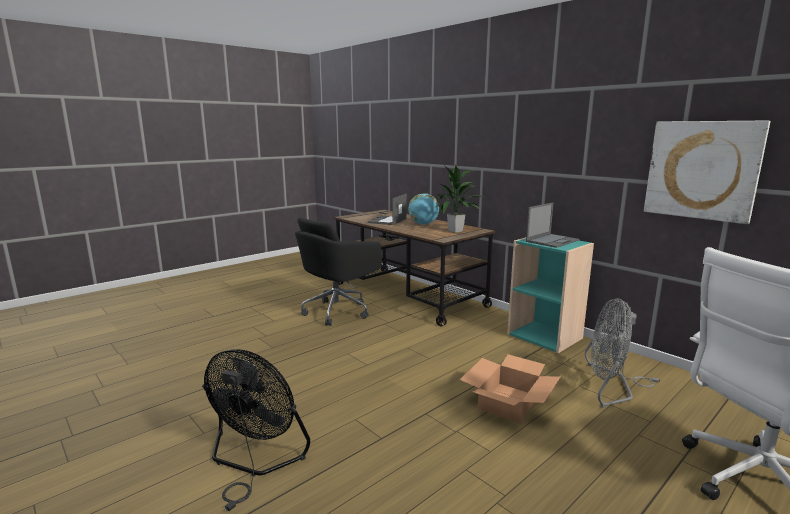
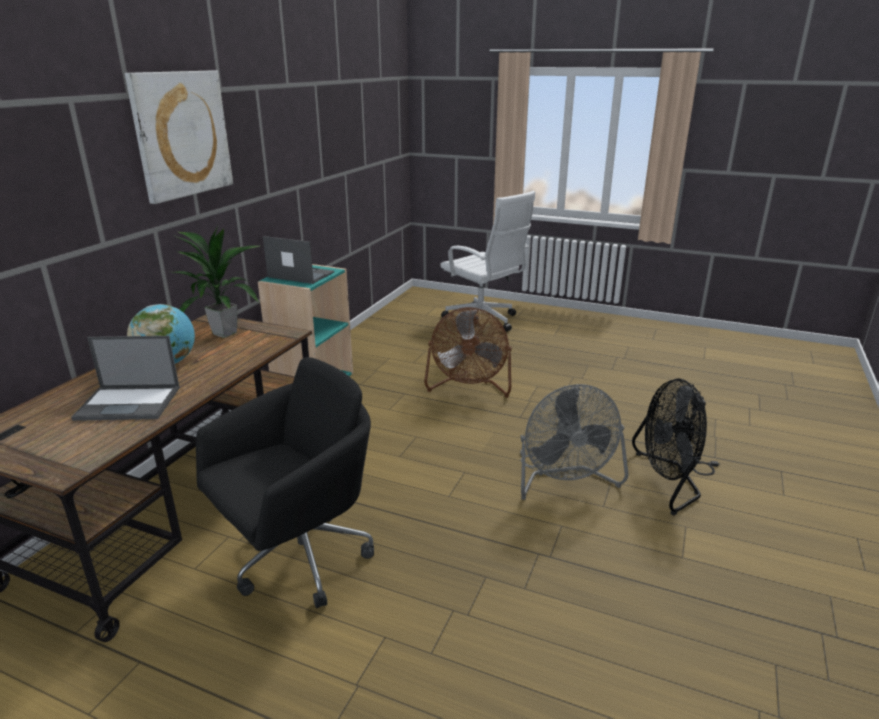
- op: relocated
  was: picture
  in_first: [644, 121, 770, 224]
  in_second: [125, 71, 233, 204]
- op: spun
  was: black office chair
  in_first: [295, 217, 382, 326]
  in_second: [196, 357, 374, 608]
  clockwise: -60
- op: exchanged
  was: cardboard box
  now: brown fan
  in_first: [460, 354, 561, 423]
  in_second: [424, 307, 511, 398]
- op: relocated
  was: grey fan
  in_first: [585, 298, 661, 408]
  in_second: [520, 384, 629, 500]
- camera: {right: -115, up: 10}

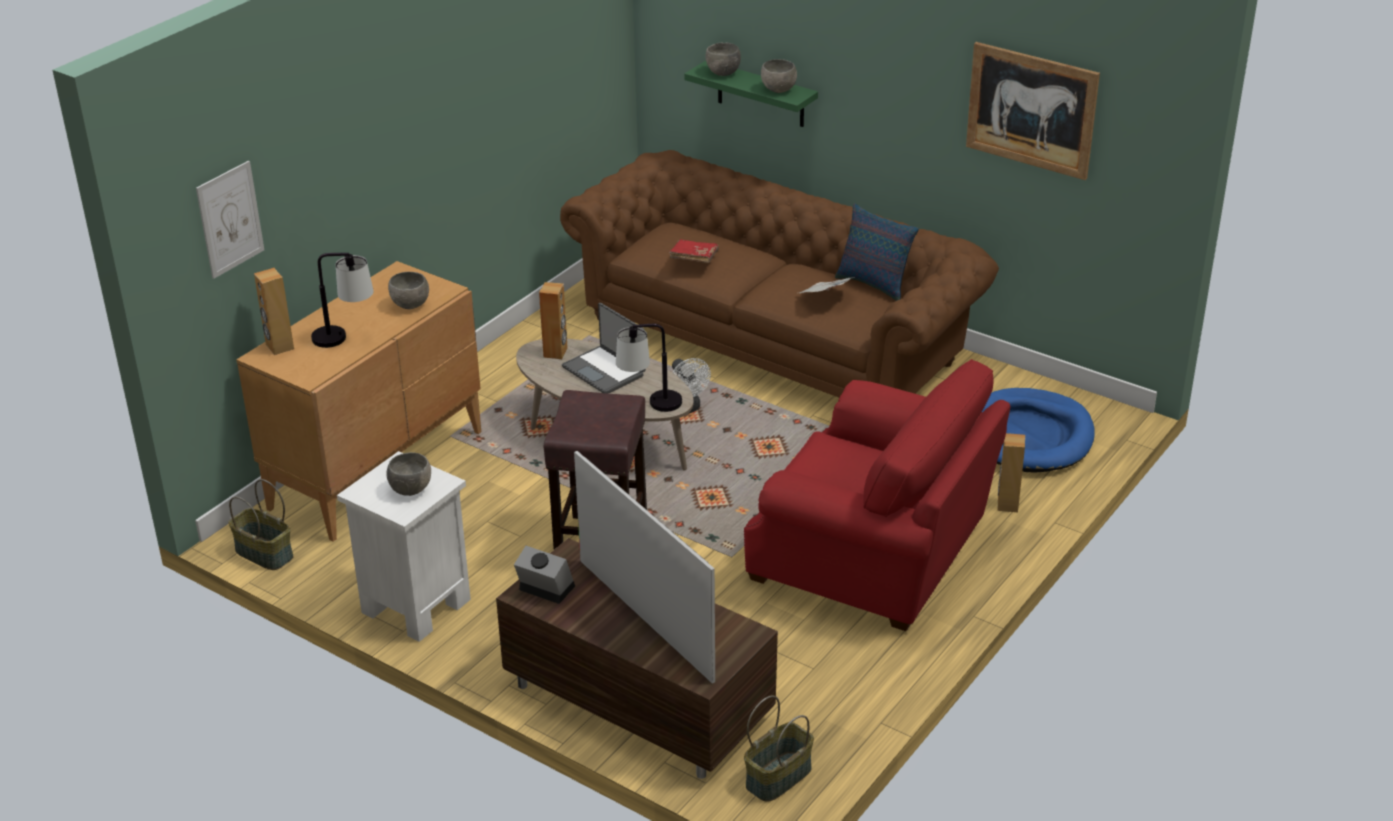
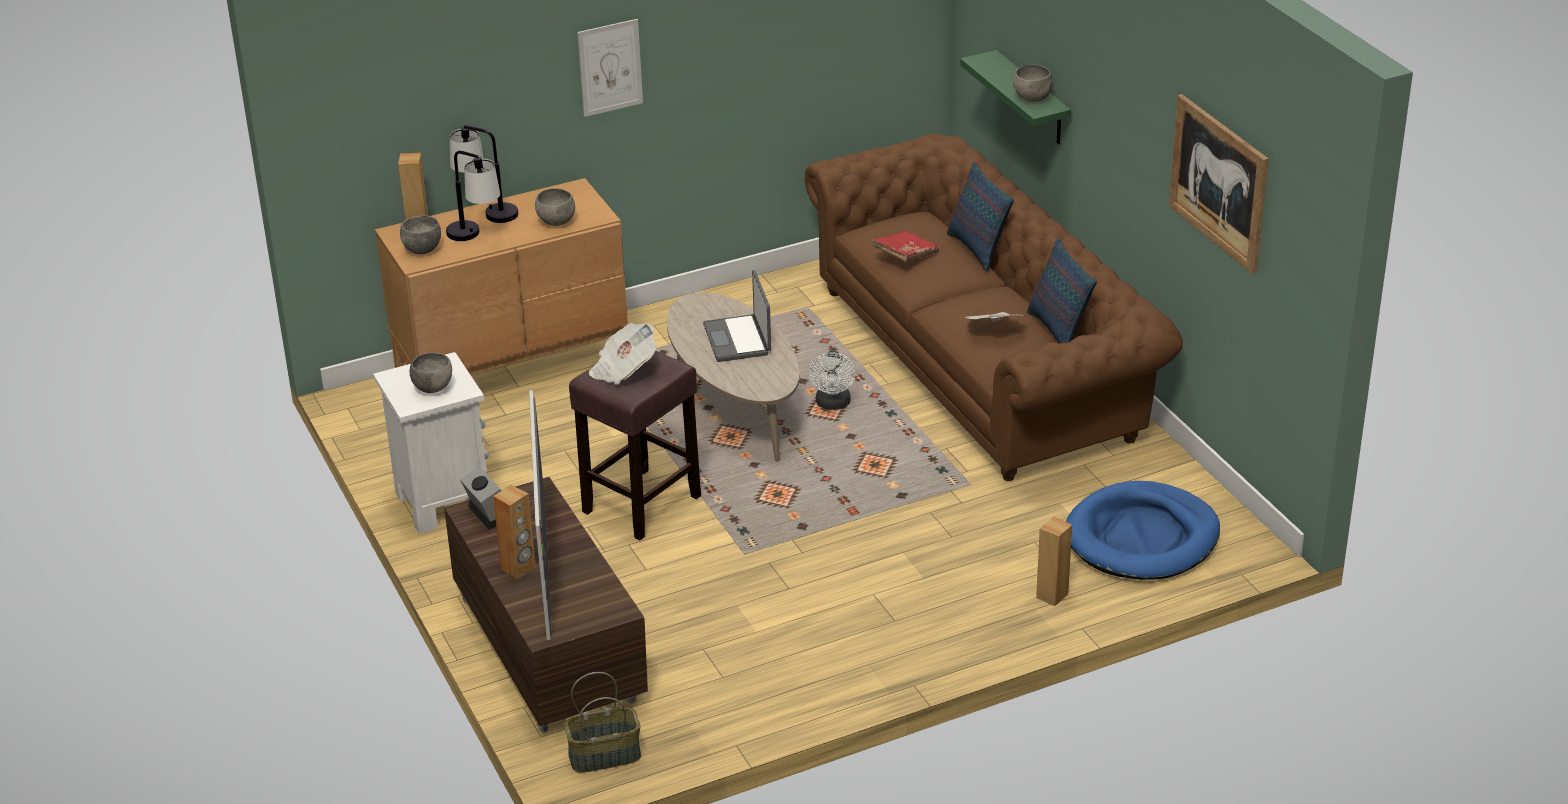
- op: relocated
  was: grey bowl
  in_first: [706, 43, 741, 76]
  in_second: [400, 215, 441, 254]
- op: relocated
  was: table lamp
  in_first: [616, 324, 682, 412]
  in_second: [450, 125, 518, 223]
- op: relocated
  was: brown speaker
  in_first: [539, 282, 568, 359]
  in_second: [493, 485, 536, 579]
- op: relocated
  was: picture
  in_first: [196, 161, 264, 279]
  in_second: [578, 19, 643, 117]
- op: appeared
  now: newspaper
  in_second: [589, 323, 657, 385]
- op: appeared
  now: blue pillow
  in_second: [947, 162, 1014, 272]
- op: missing
  was: basket
  in_first: [229, 479, 293, 570]
- op: missing
  was: red armchair
  in_first: [744, 359, 1011, 631]
- camera: {right: 30, up: 0}

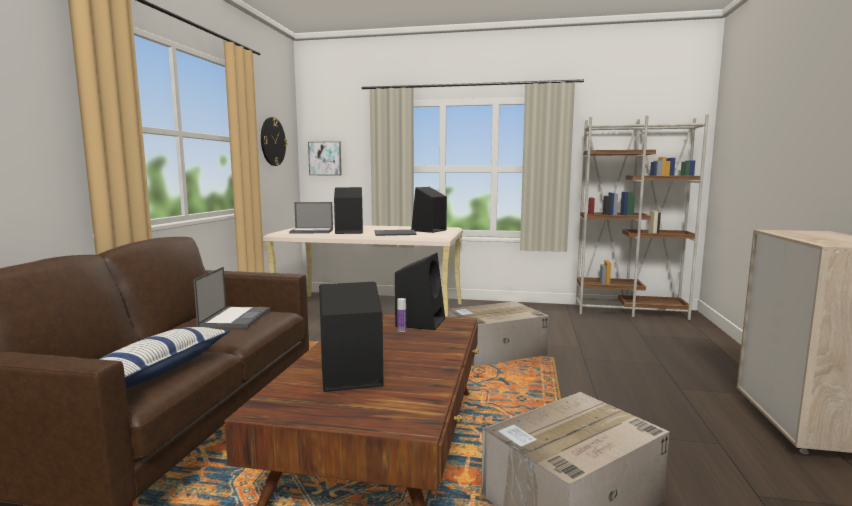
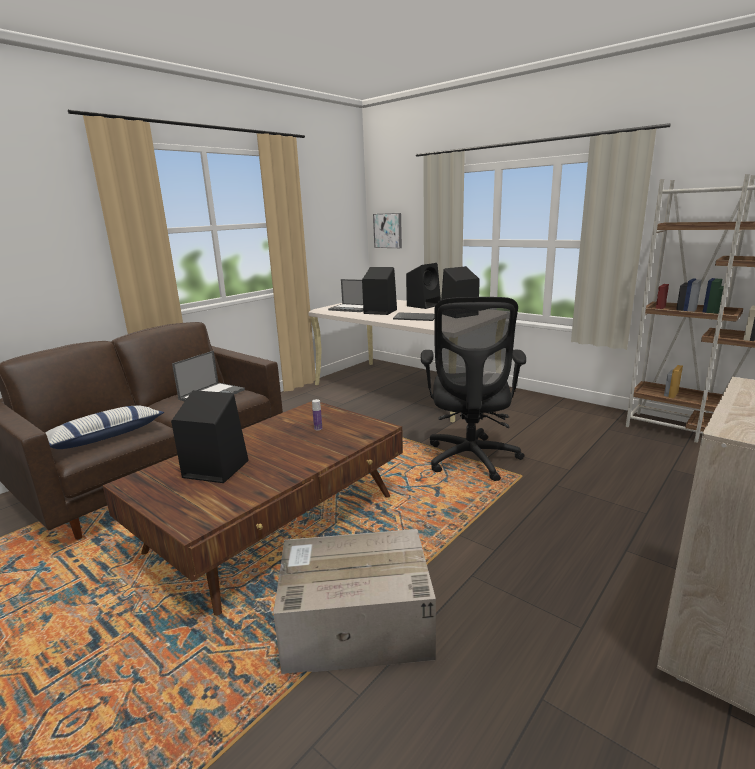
- op: relocated
  was: black speaker
  in_first: [395, 253, 445, 330]
  in_second: [406, 263, 441, 309]
- op: exchanged
  was: cardboard box
  now: black office chair
  in_first: [448, 301, 549, 366]
  in_second: [421, 297, 526, 481]
- op: missing
  was: wall clock
  in_first: [261, 117, 287, 166]
- camera: {right: 30, up: 10}

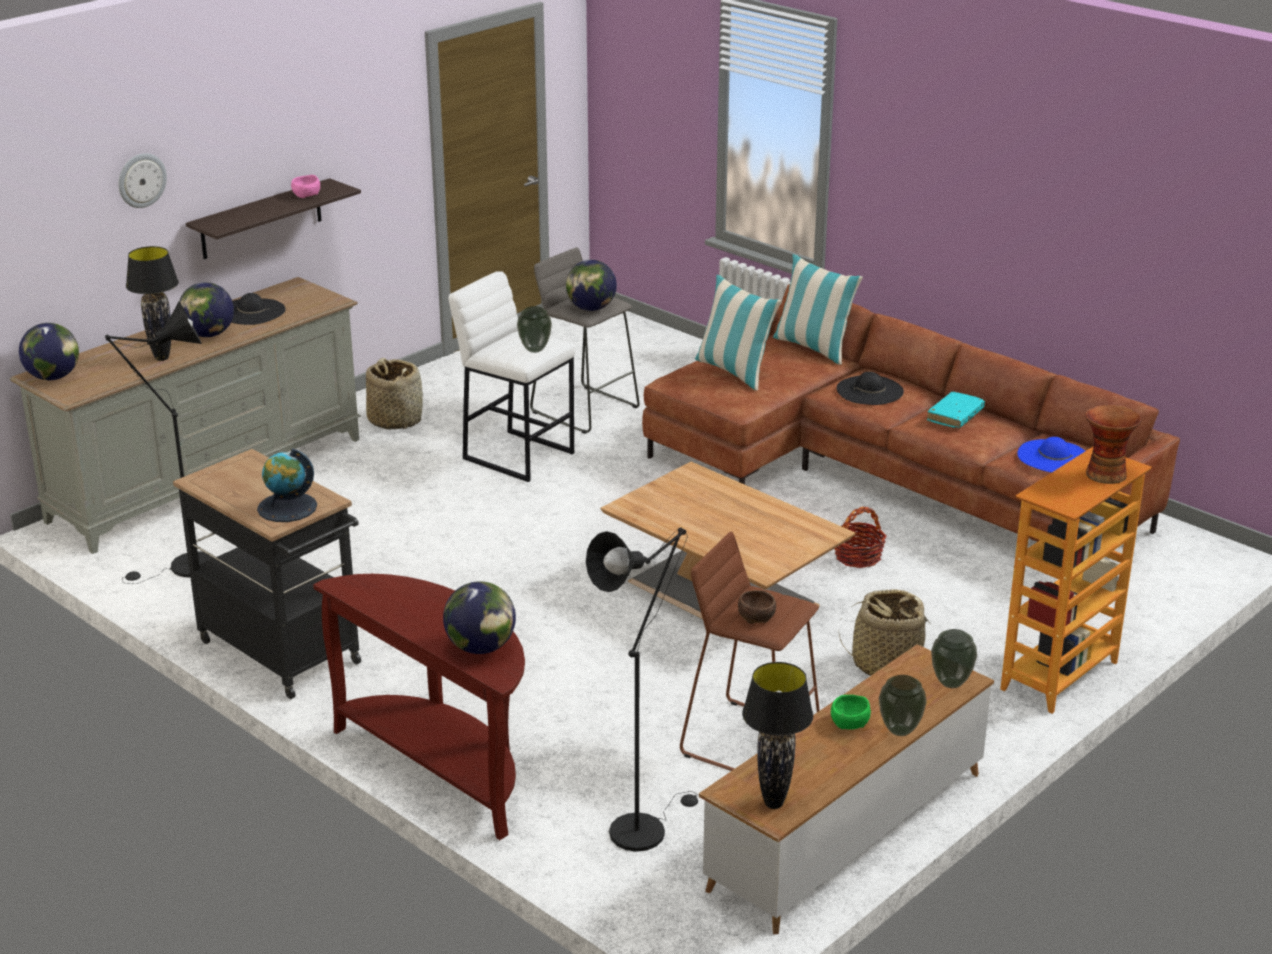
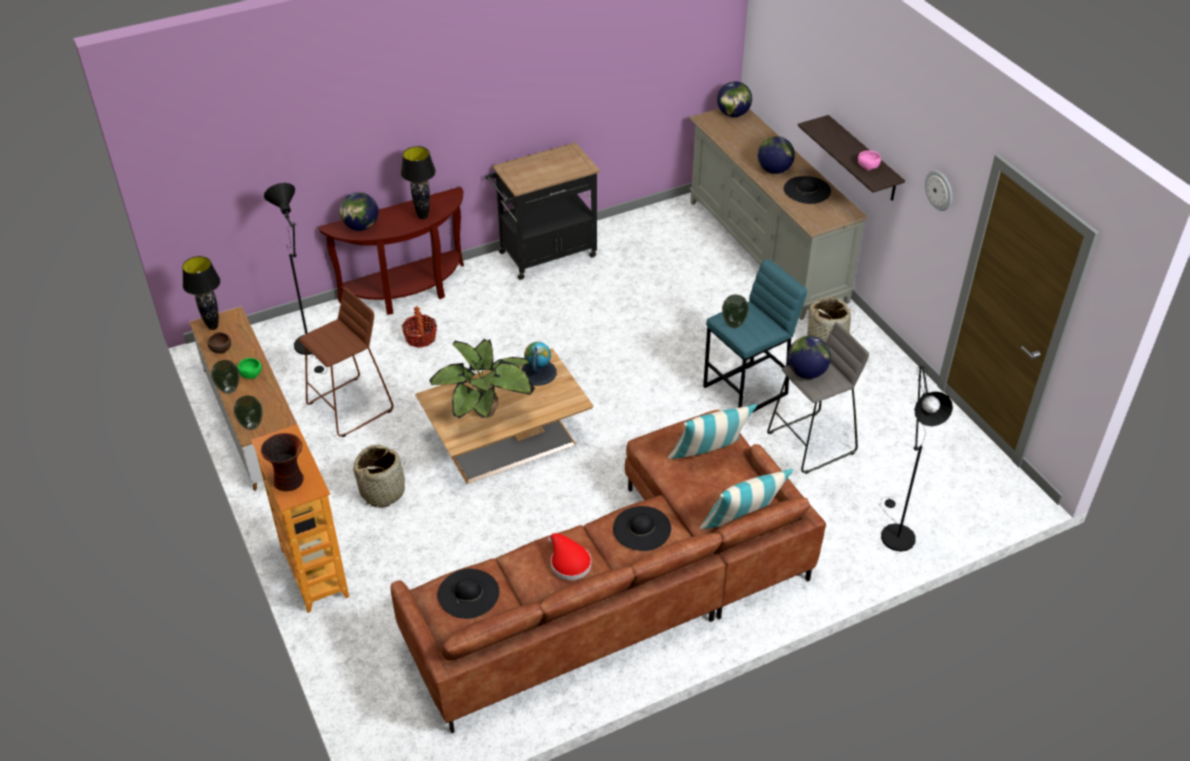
- op: relocated
  was: brown bowl
  in_first: [738, 590, 776, 624]
  in_second: [207, 332, 231, 354]
- op: relocated
  was: black table lamp
  in_first: [126, 246, 179, 361]
  in_second: [401, 146, 436, 219]
- op: relocated
  was: basket
  in_first: [835, 507, 887, 568]
  in_second: [402, 306, 437, 348]
- op: appeared
  now: potted plant
  in_second: [429, 339, 535, 419]
- op: colour
  was: blue hat
  now: black hat
  in_first: [1018, 437, 1085, 473]
  in_second: [437, 569, 499, 619]
- op: relocated
  was: globe
  in_first: [257, 448, 317, 522]
  in_second: [521, 342, 557, 385]
- op: exchanged
  was: turquoise book
  now: red hat
  in_first: [927, 391, 985, 428]
  in_second: [548, 533, 591, 580]
- op: colour
  was: white stool
  now: turquoise stool
  in_first: [448, 271, 575, 482]
  in_second: [703, 259, 807, 413]
- op: relocated
  was: black floor lamp
  in_first: [105, 302, 213, 584]
  in_second: [880, 365, 953, 552]
- op: relocated
  was: wall clock
  in_first: [118, 153, 167, 208]
  in_second: [925, 170, 952, 211]
- camera: {right: 110, up: 15}

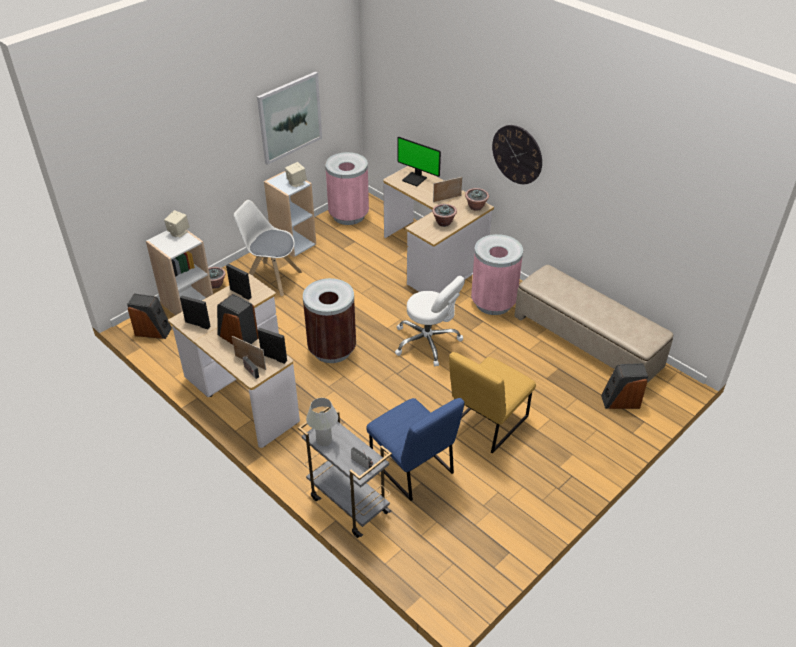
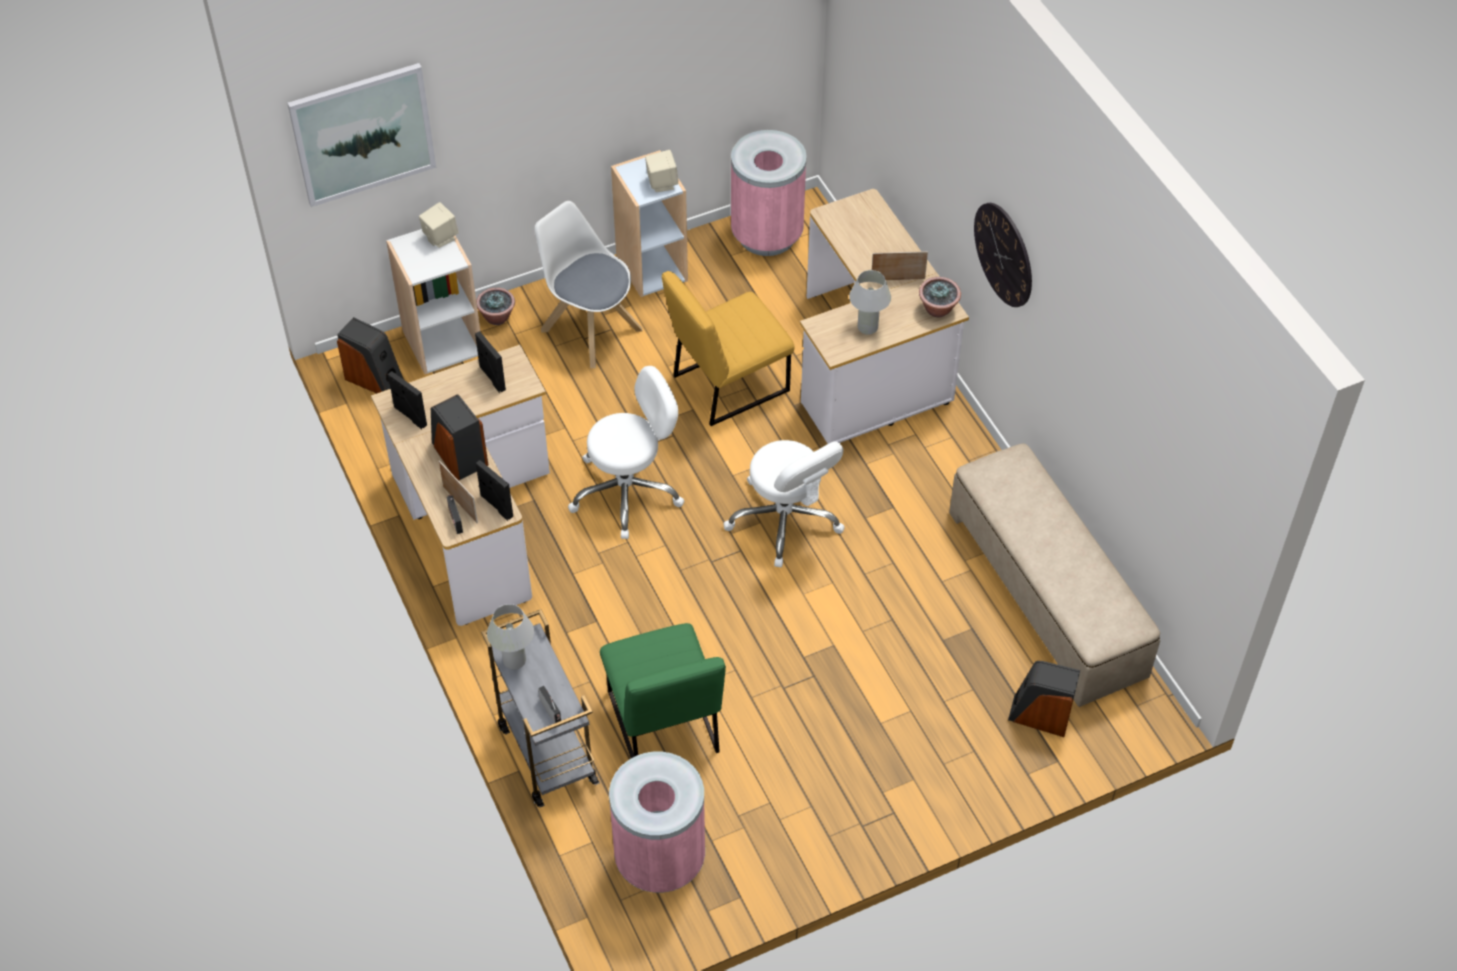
- op: relocated
  was: picture
  in_first: [257, 72, 322, 165]
  in_second: [287, 63, 436, 207]
- op: exchanged
  was: brown trash can
  now: white office chair
  in_first: [303, 278, 356, 363]
  in_second: [568, 366, 684, 539]
- op: colour
  was: blue chair
  now: green chair
  in_first: [366, 398, 465, 501]
  in_second: [600, 623, 726, 758]
- op: relocated
  was: pink trash can
  in_first: [471, 234, 523, 315]
  in_second: [609, 752, 705, 893]
- op: relocated
  was: yellow chair
  in_first: [449, 352, 536, 453]
  in_second: [662, 271, 794, 426]
- op: exchanged
  was: potted plant
  now: white table lamp
  in_first: [432, 204, 457, 227]
  in_second: [849, 270, 891, 335]
- op: missing
  was: monitor
  in_first: [397, 137, 441, 186]
- camera: {right: 20, up: 10}

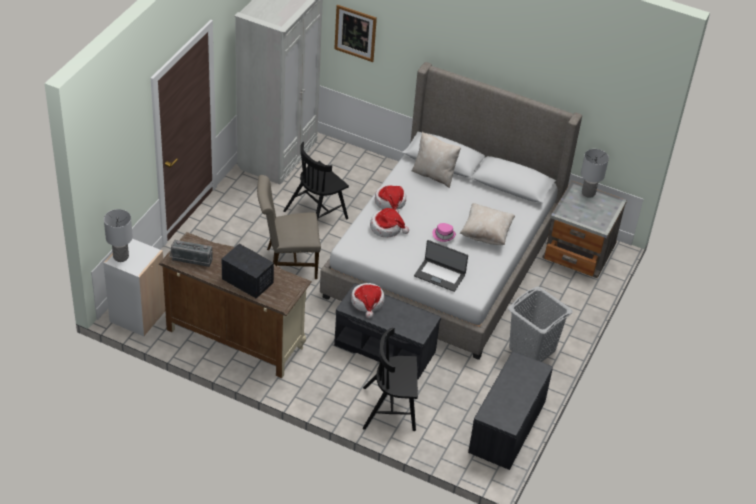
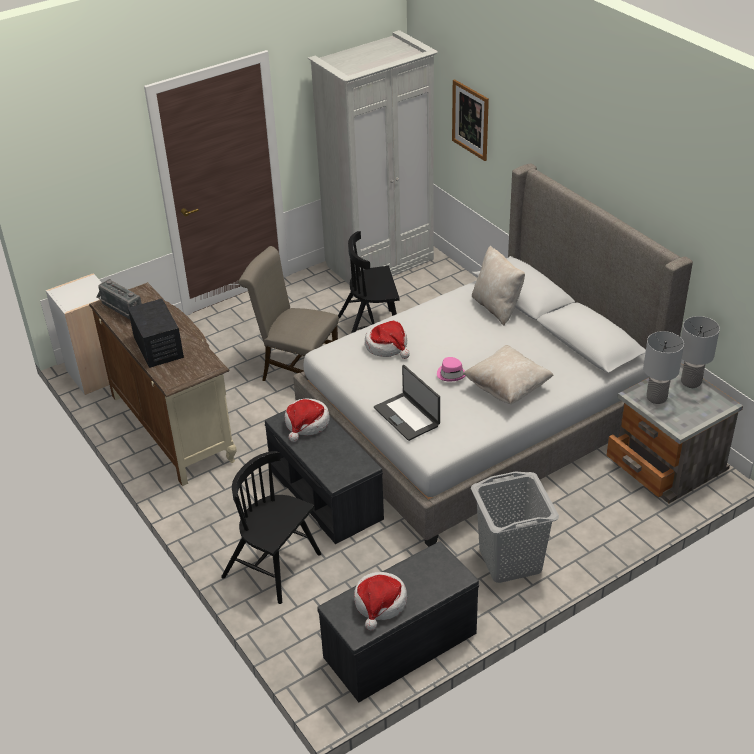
- op: relocated
  was: hat
  in_first: [375, 184, 406, 213]
  in_second: [354, 572, 407, 630]
- op: relocated
  was: grey table lamp
  in_first: [104, 209, 133, 262]
  in_second: [643, 331, 684, 404]
- camera: {right: 35, up: -5}

